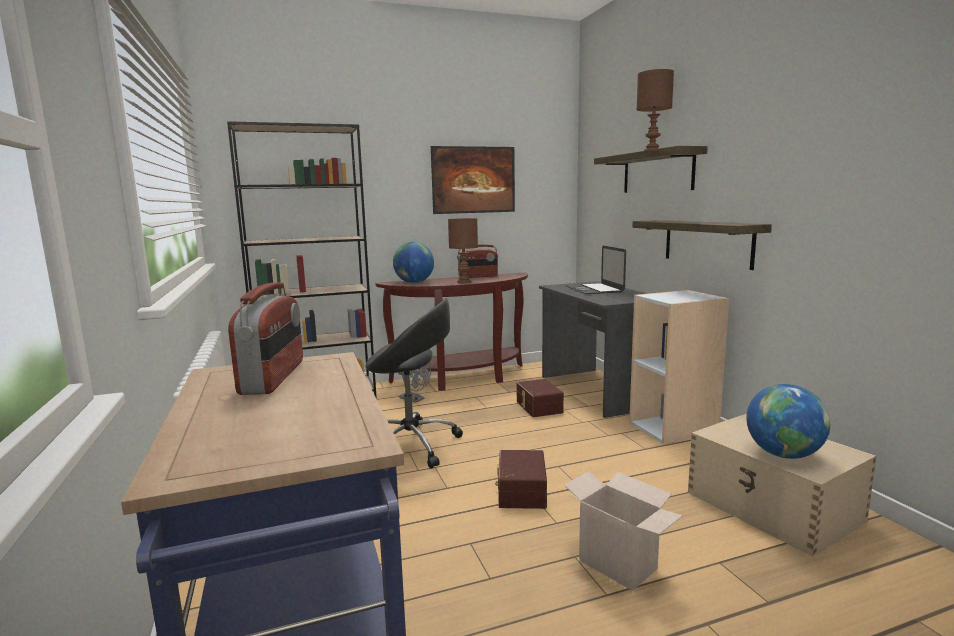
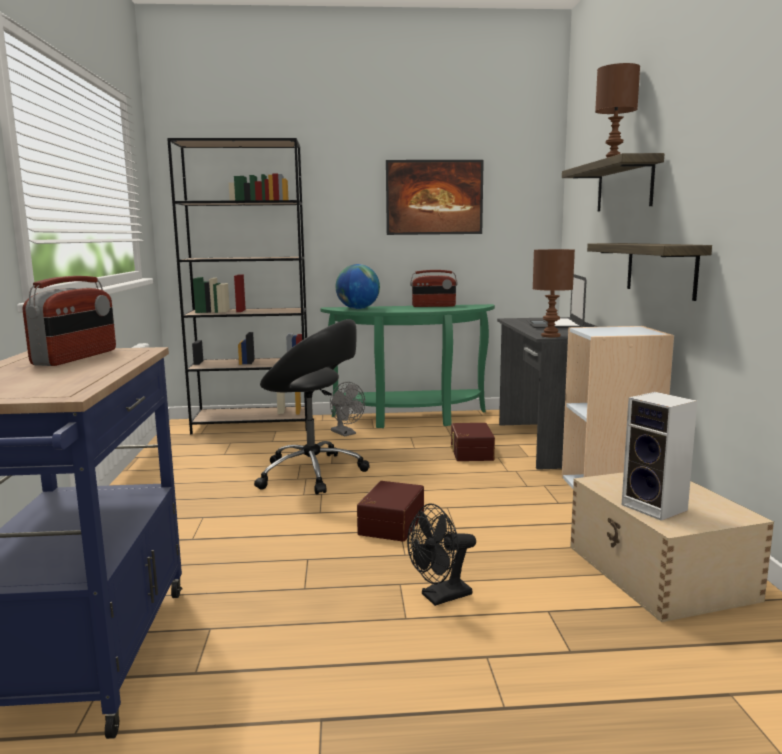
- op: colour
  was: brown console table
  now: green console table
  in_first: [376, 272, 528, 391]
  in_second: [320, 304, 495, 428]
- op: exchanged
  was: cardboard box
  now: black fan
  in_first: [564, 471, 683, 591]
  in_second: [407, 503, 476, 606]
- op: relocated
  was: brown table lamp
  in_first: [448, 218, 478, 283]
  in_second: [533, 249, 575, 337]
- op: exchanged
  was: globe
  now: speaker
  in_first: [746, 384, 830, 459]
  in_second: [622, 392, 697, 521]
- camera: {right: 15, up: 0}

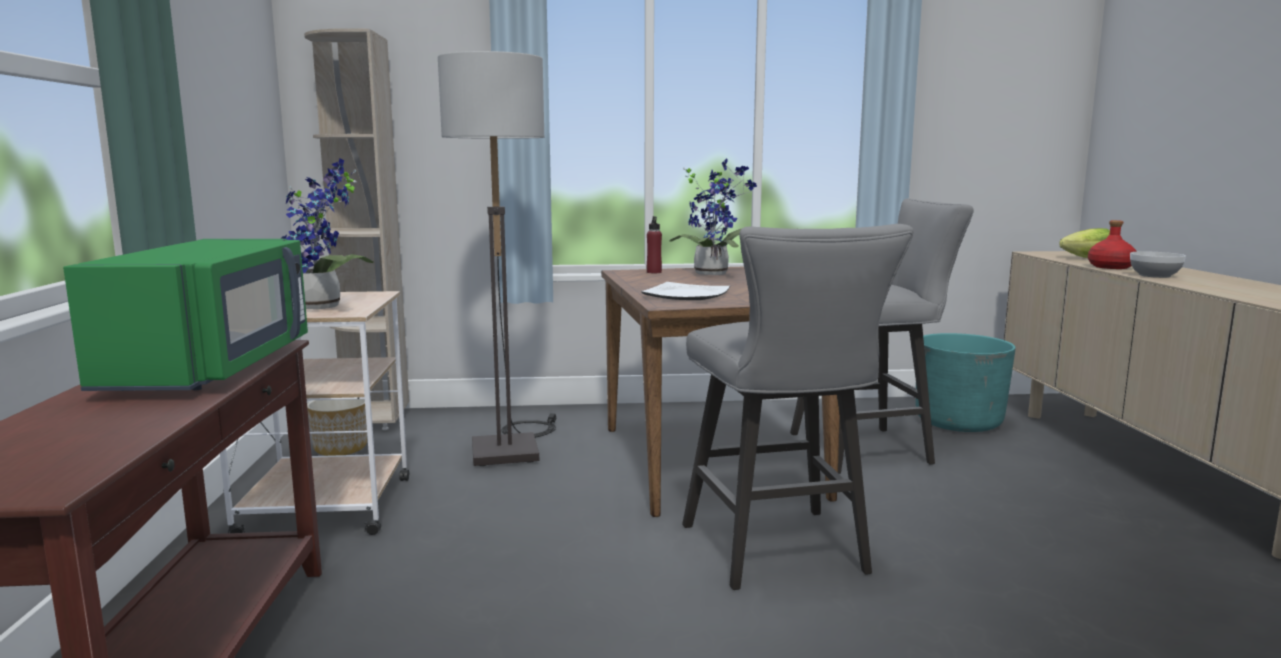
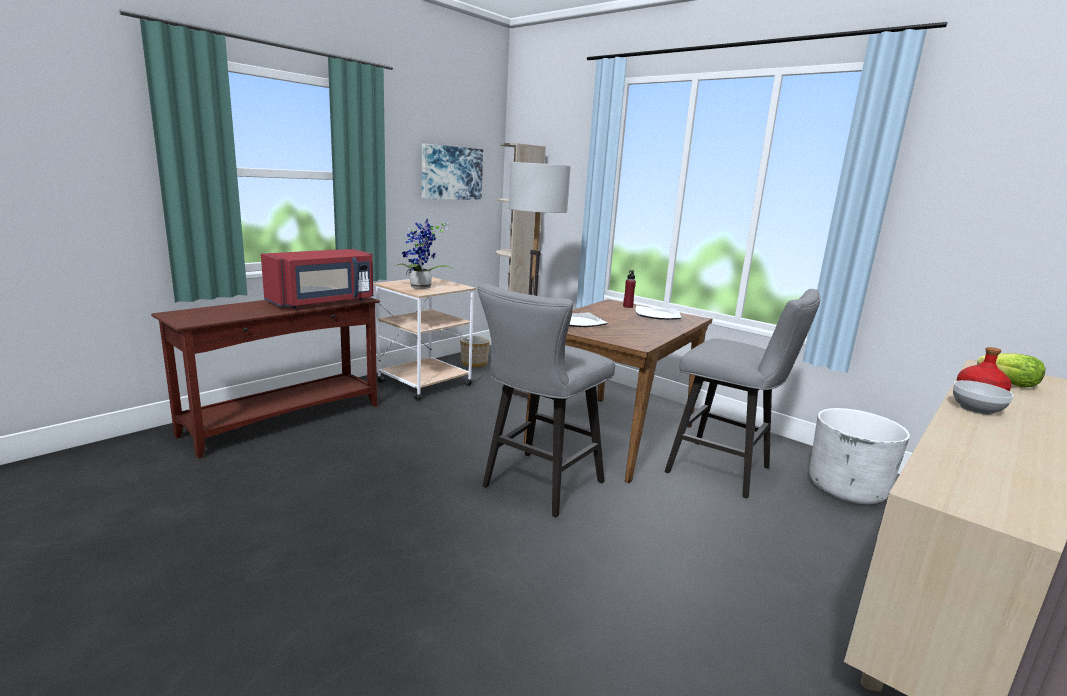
- op: colour
  was: green microwave
  now: red microwave
  in_first: [63, 239, 308, 391]
  in_second: [261, 249, 373, 308]
- op: appeared
  now: picture
  in_second: [422, 144, 483, 200]
- op: exchanged
  was: potted plant
  now: plate
  in_first: [670, 159, 757, 275]
  in_second: [635, 306, 681, 320]
- op: colour
  was: turquoise planter
  now: white planter
  in_first: [916, 333, 1016, 432]
  in_second: [809, 408, 910, 504]
- camera: {right: 45, up: 5}

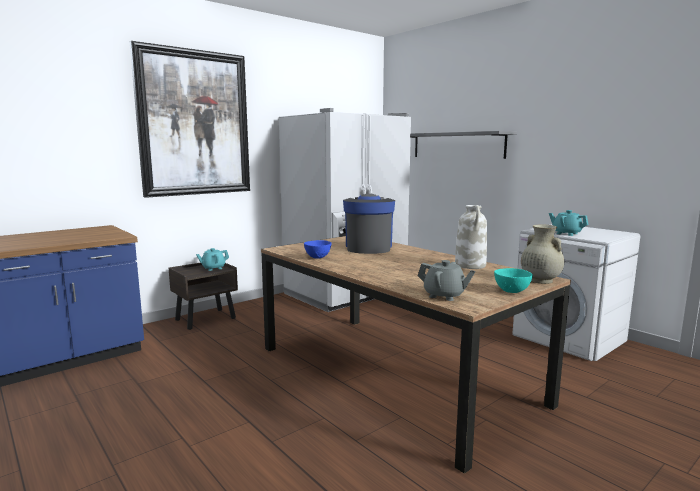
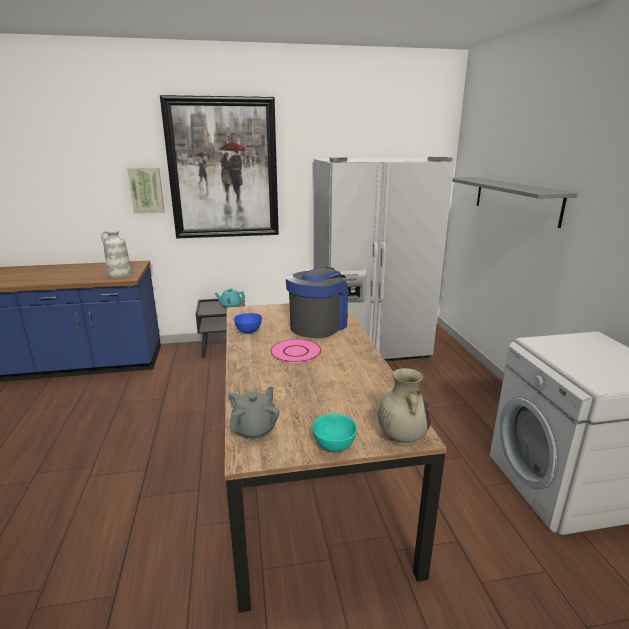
- op: relocated
  was: white vase
  in_first: [455, 205, 487, 269]
  in_second: [101, 230, 132, 278]
- op: appeared
  now: picture
  in_second: [127, 168, 164, 213]
- op: spun
  was: grey teapot
  in_first: [418, 260, 476, 301]
  in_second: [229, 386, 280, 441]
  clockwise: -120
- op: appeared
  now: pink plate
  in_second: [270, 339, 321, 363]
- op: missing
  was: turquoise teapot
  in_first: [549, 210, 588, 236]
- camera: {right: 30, up: 10}

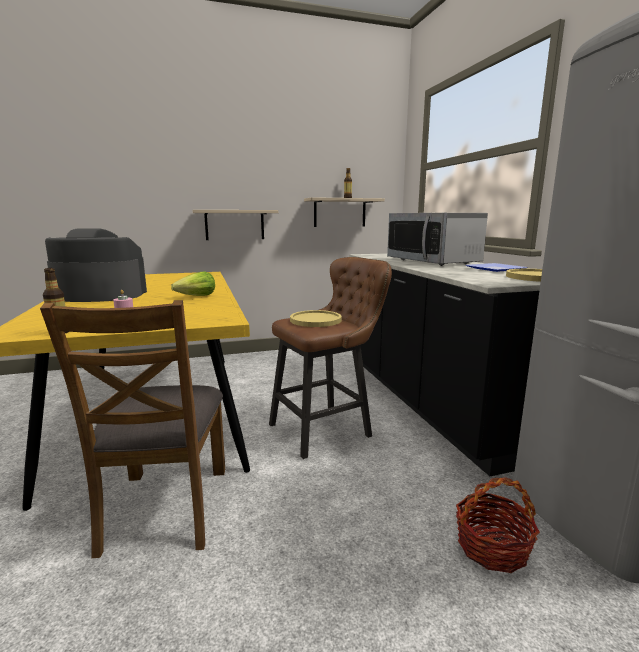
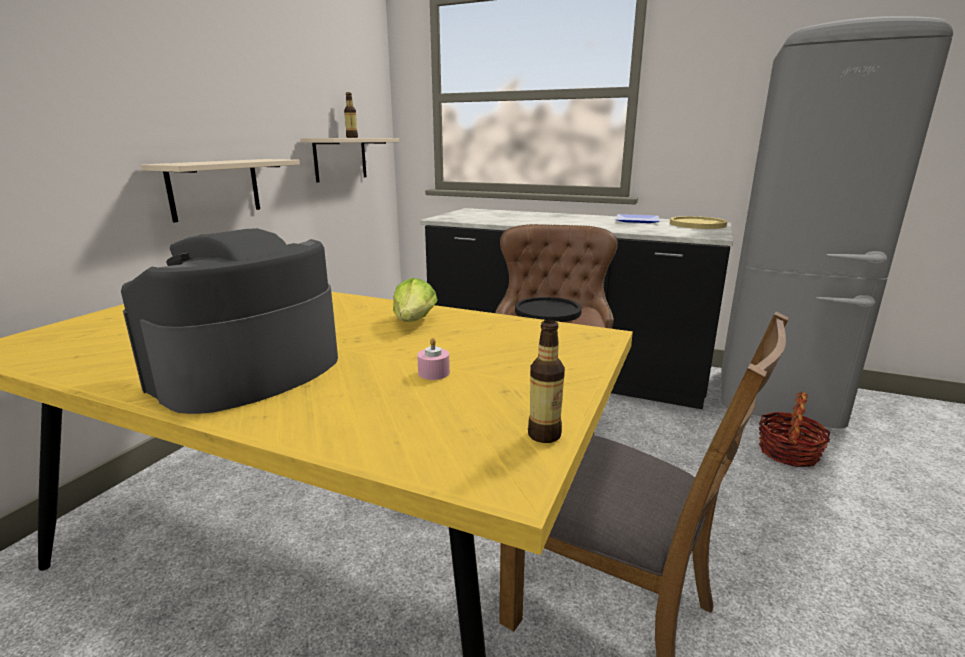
- op: colour
  was: yellow plate
  now: black plate
  in_first: [290, 310, 342, 327]
  in_second: [515, 297, 582, 322]
- op: missing
  was: microwave
  in_first: [387, 213, 488, 266]
- camera: {right: -50, up: 5}

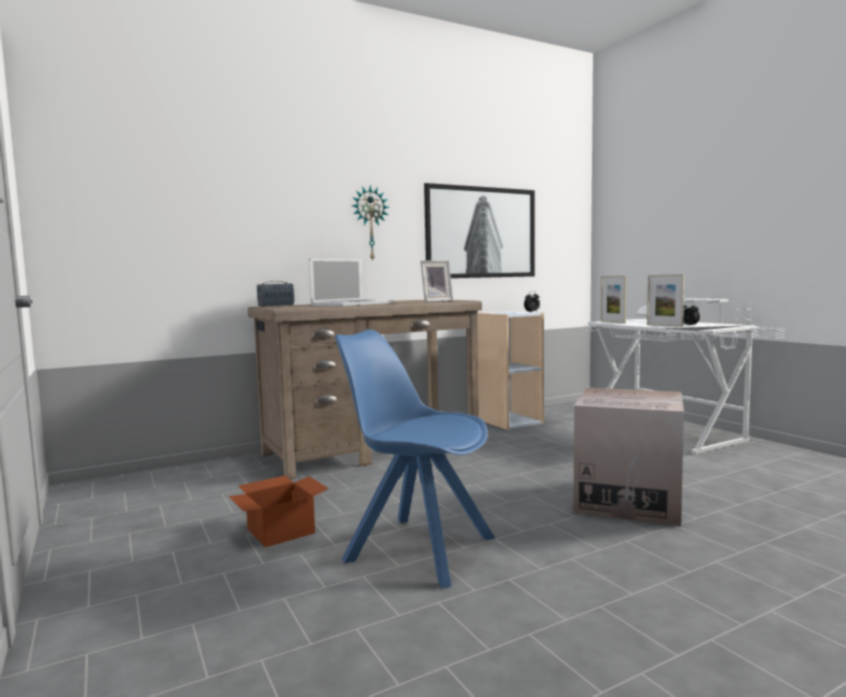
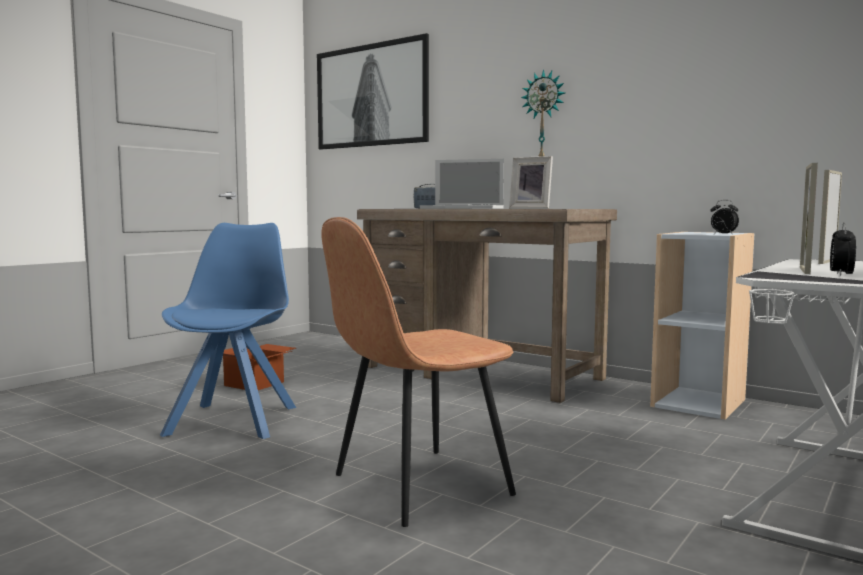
- op: relocated
  was: picture
  in_first: [424, 183, 535, 278]
  in_second: [317, 33, 429, 149]
- op: exchanged
  was: cardboard box
  now: brown chair
  in_first: [573, 388, 684, 526]
  in_second: [321, 217, 516, 527]
- camera: {right: 65, up: 0}

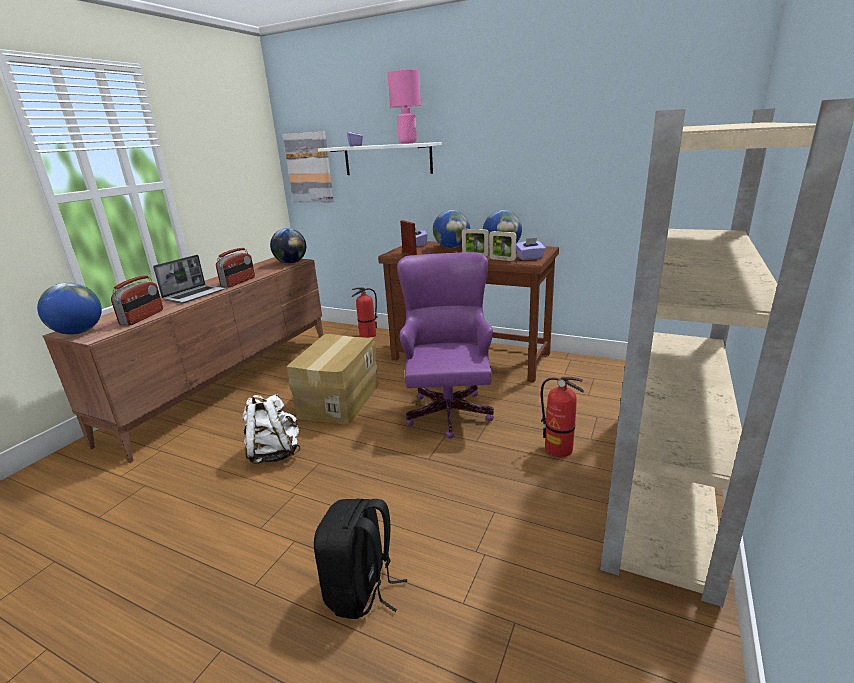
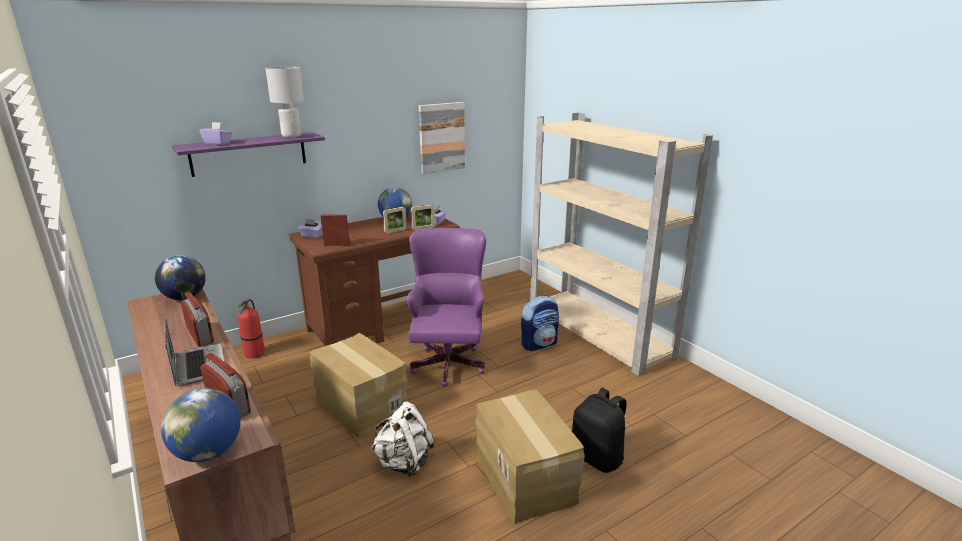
- op: colour
  was: white shelf
  now: purple shelf
  in_first: [318, 142, 442, 175]
  in_second: [172, 132, 325, 177]
- op: colour
  was: pink table lamp
  now: grey table lamp
  in_first: [388, 70, 421, 144]
  in_second: [265, 67, 304, 138]
- op: spun
  was: purple office chair
  in_first: [397, 252, 494, 439]
  in_second: [406, 228, 486, 387]
  clockwise: 60
- op: relocated
  was: picture
  in_first: [283, 132, 334, 202]
  in_second: [419, 102, 465, 174]
- op: appeared
  now: cardboard box
  in_second: [475, 390, 585, 524]
- op: exchanged
  was: fire extinguisher
  now: backpack
  in_first: [541, 377, 584, 457]
  in_second: [521, 296, 559, 351]
- op: missing
  was: globe
  in_first: [433, 210, 470, 248]
- camera: {right: -60, up: 0}

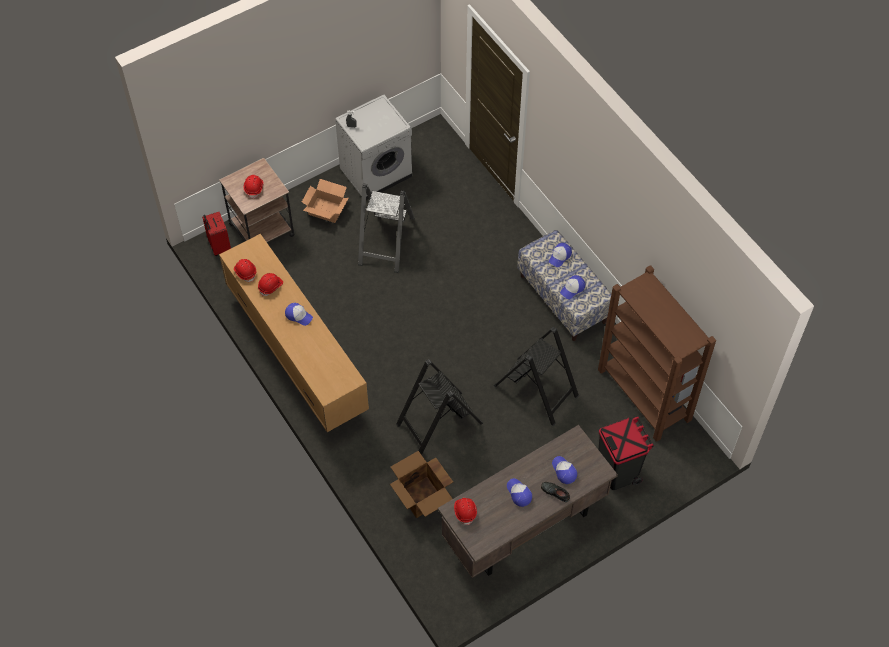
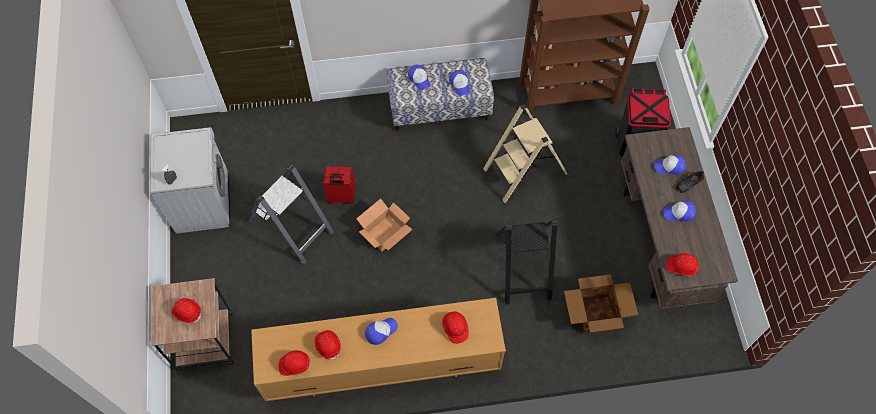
- op: relocated
  was: red suitcase
  in_first: [202, 212, 231, 256]
  in_second: [323, 166, 355, 204]
- op: relocated
  was: cardboard box
  in_first: [302, 179, 349, 223]
  in_second: [356, 199, 413, 252]
- op: appeared
  now: red hard hat
  in_second: [442, 311, 469, 344]
- op: colour
  was: black step ladder
  now: beige step ladder
  in_first: [494, 327, 579, 426]
  in_second: [483, 104, 568, 204]
- camera: {right: -65, up: 5}

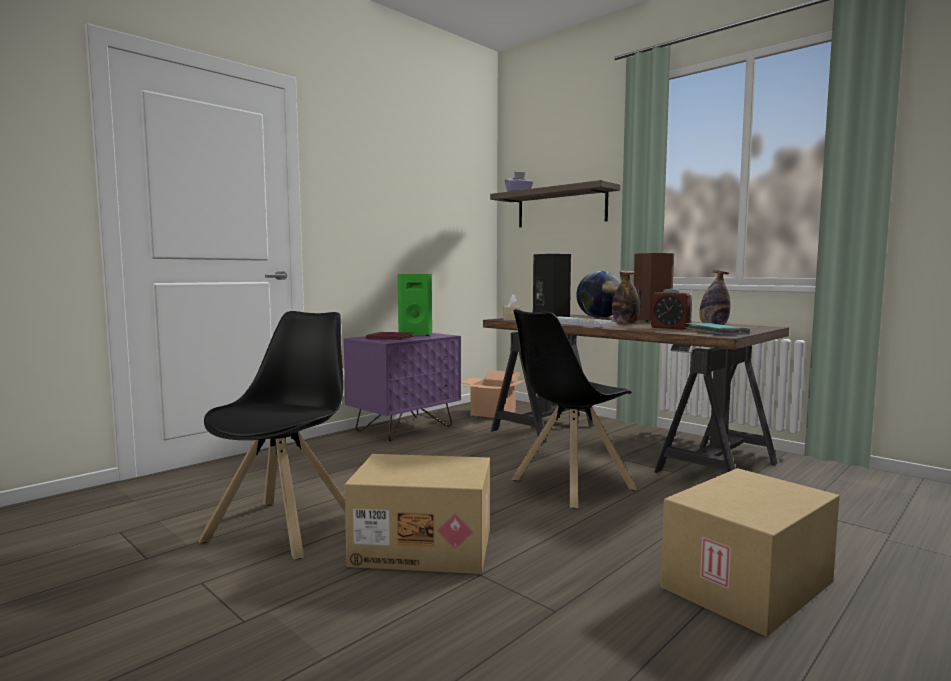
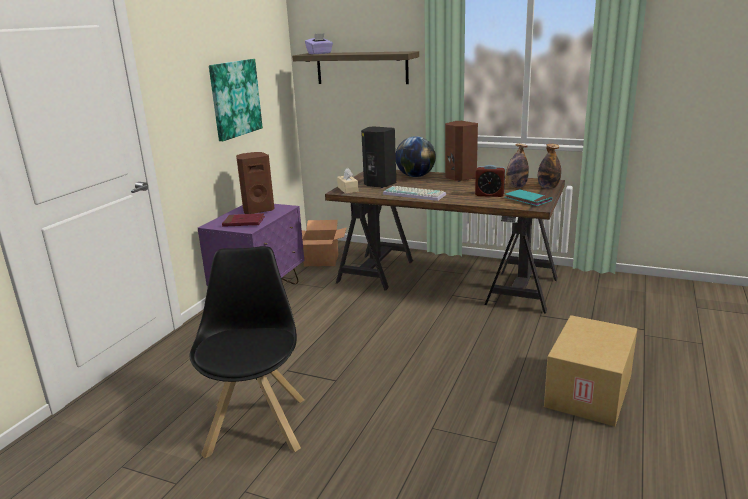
- op: appeared
  now: picture
  in_second: [209, 59, 263, 141]
- op: colour
  was: green speaker
  now: brown speaker
  in_first: [398, 274, 432, 336]
  in_second: [236, 152, 275, 214]
- op: relocated
  was: bottle
  in_first: [612, 270, 640, 324]
  in_second: [538, 144, 561, 189]
- op: missing
  was: cardboard box
  in_first: [344, 454, 490, 574]
- op: missing
  was: black chair
  in_first: [511, 309, 637, 508]
- camera: {right: -20, up: 15}

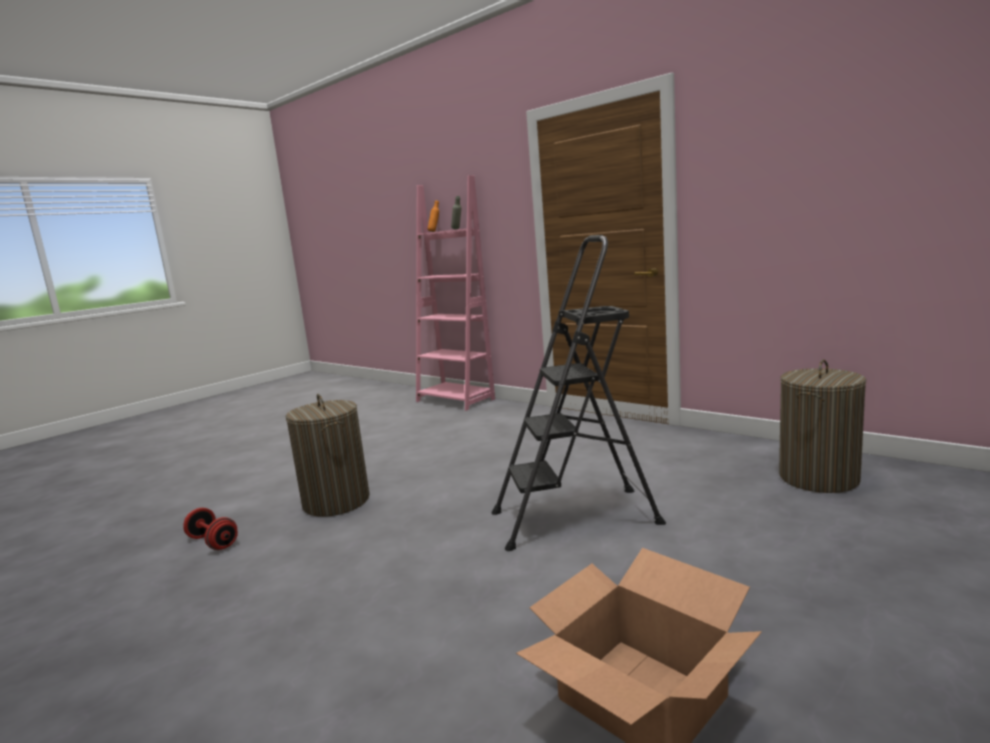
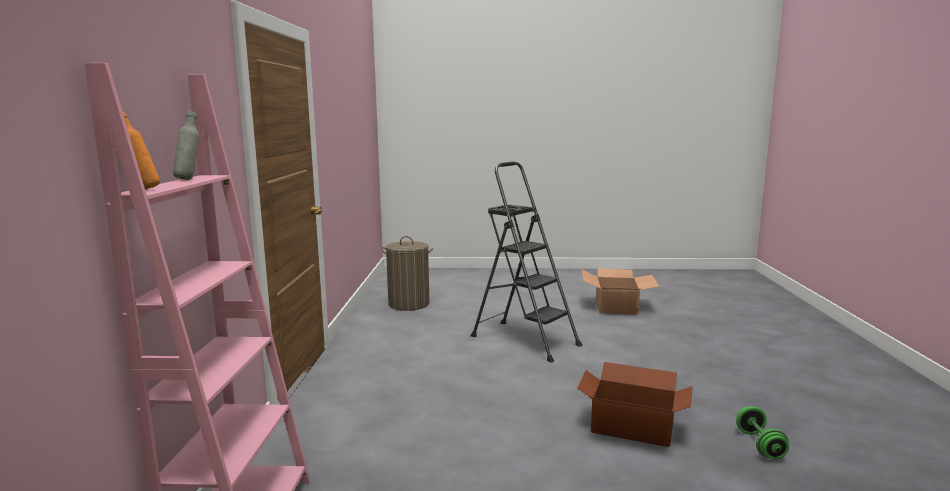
- op: exchanged
  was: laundry basket
  now: cardboard box
  in_first: [285, 394, 369, 517]
  in_second: [577, 362, 692, 447]
- op: colour
  was: red dumbbell
  now: green dumbbell
  in_first: [183, 508, 238, 550]
  in_second: [736, 406, 789, 459]
- camera: {right: -130, up: 0}

